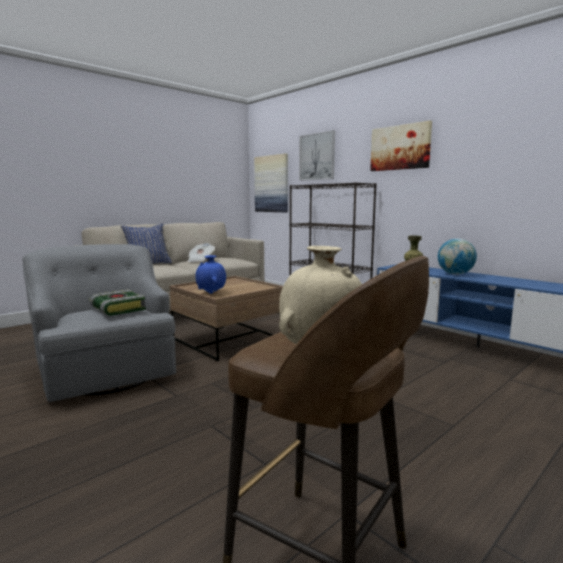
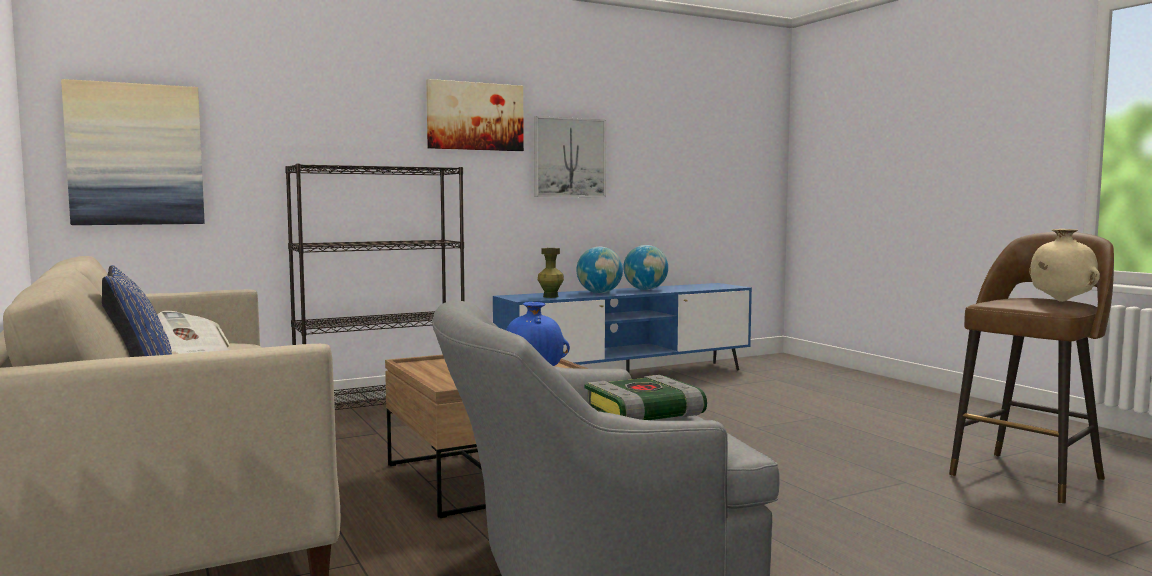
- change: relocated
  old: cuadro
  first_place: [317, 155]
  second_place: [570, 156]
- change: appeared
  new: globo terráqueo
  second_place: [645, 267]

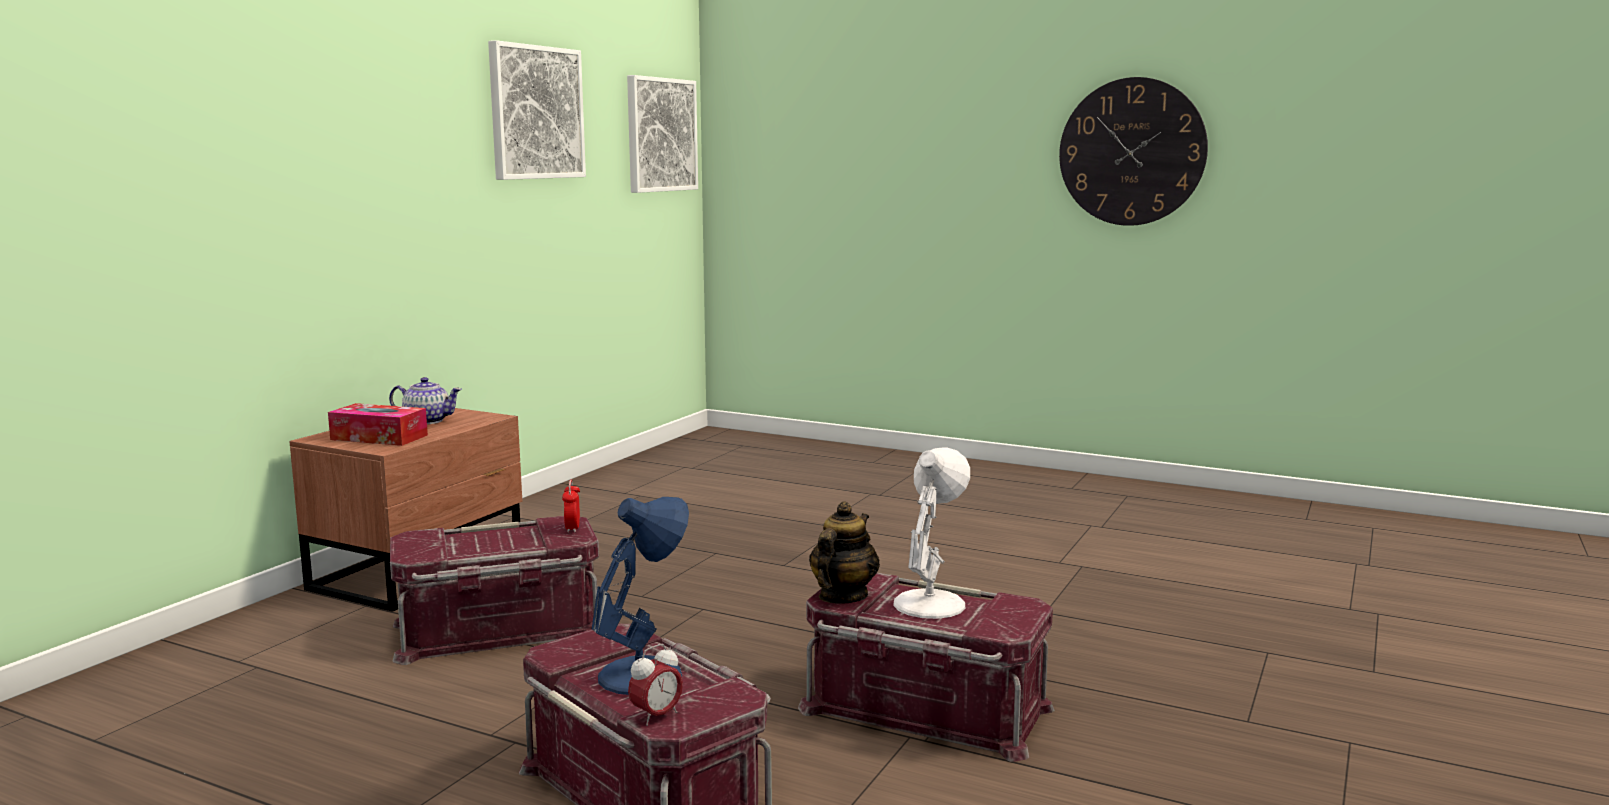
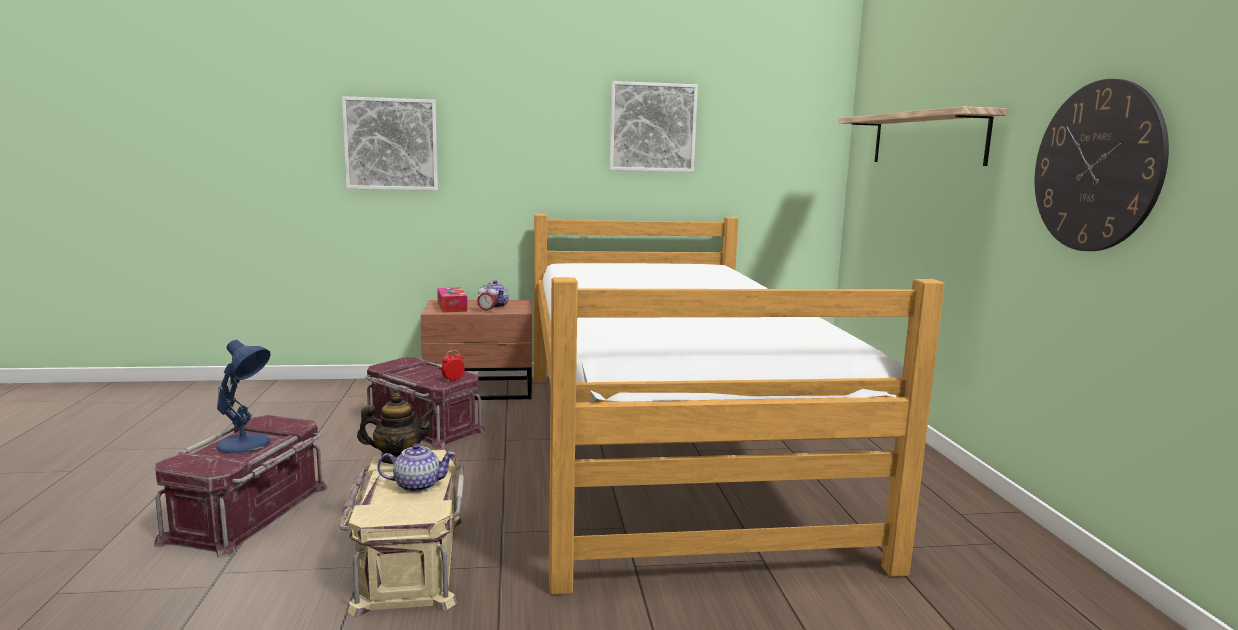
- change: colour
  old: caja de almacenaje (rojo)
  new: caja de almacenaje (beis)
  first_place: [926, 667]
  second_place: [401, 533]
- change: relocated
  old: cuadro
  first_place: [662, 134]
  second_place: [390, 143]
- change: exchanged
  old: lámpara de mesa (blanco)
  new: tetera
  first_place: [931, 533]
  second_place: [416, 467]
- change: relocated
  old: despertador
  first_place: [655, 685]
  second_place: [487, 299]
- change: appeared
  new: cama
  second_place: [739, 404]
- change: appeared
  new: estante
  second_place: [923, 136]

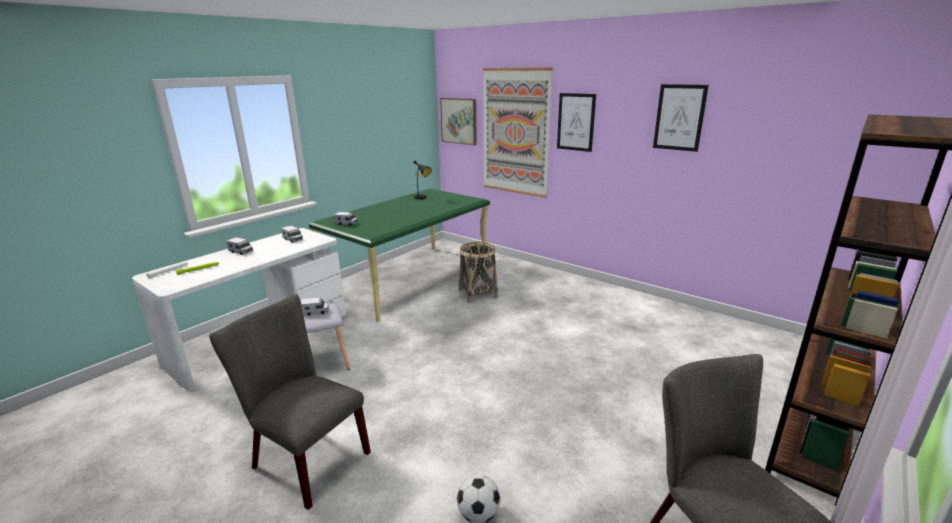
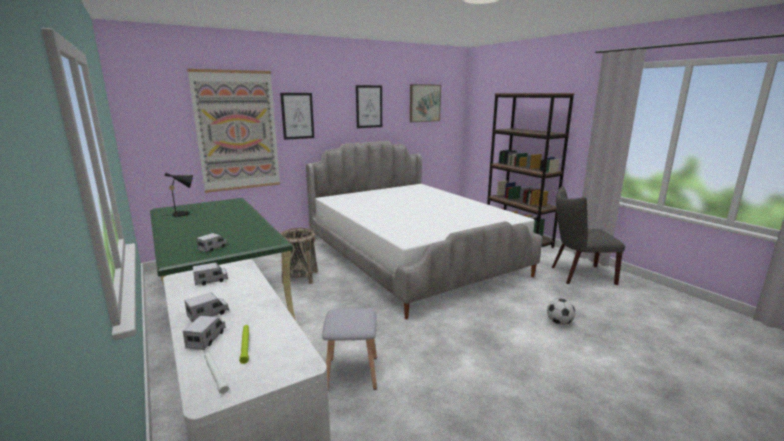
- change: relocated
  old: camión de juguete
  first_place: [315, 306]
  second_place: [204, 333]
- change: appeared
  new: cama
  second_place: [424, 230]
- change: relocated
  old: cuadro
  first_place: [458, 122]
  second_place: [425, 103]
- change: missing
  old: silla (gris)
  first_place: [290, 402]

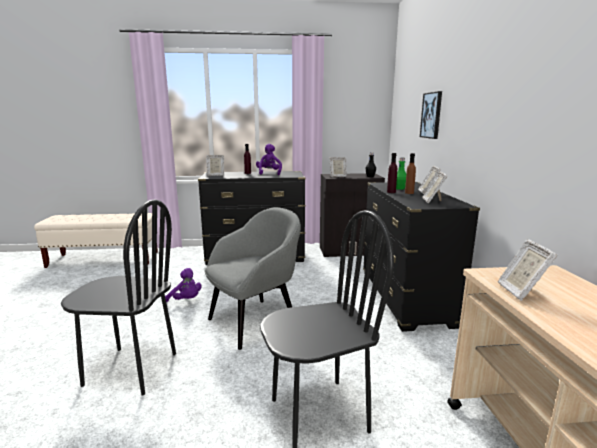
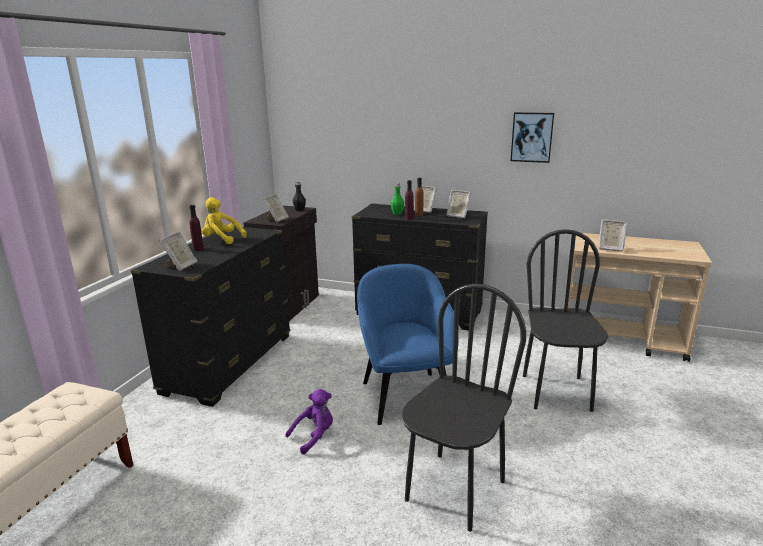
- change: colour
  old: peluche (morado)
  new: peluche (amarillo)
  first_place: [269, 159]
  second_place: [224, 220]
- change: colour
  old: sillón (gris)
  new: sillón (azul)
  first_place: [253, 278]
  second_place: [408, 344]
- change: relocated
  old: cuadro
  first_place: [431, 115]
  second_place: [532, 137]

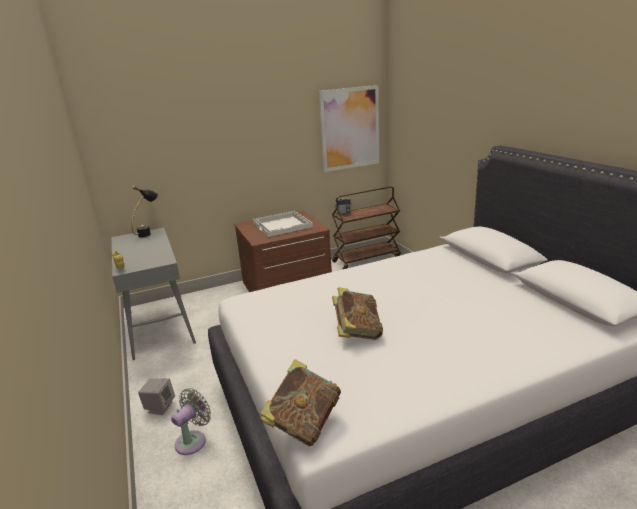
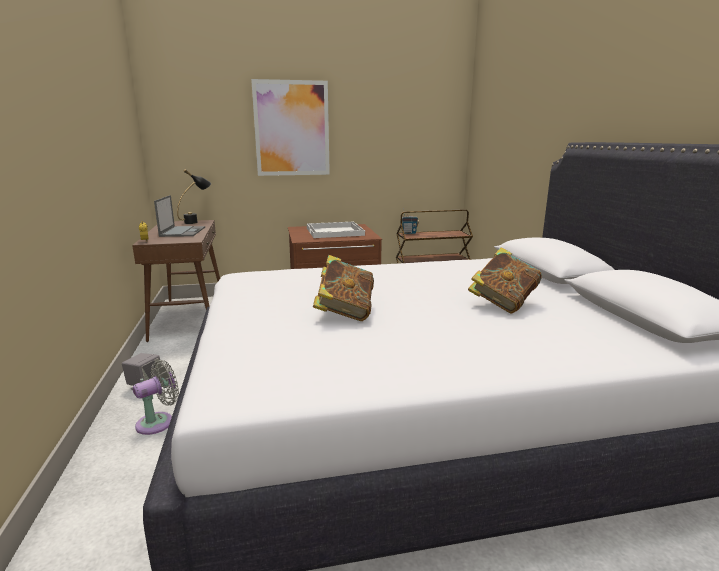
- change: colour
  old: mesa consola (gris)
  new: mesa consola (marrón)
  first_place: [153, 294]
  second_place: [176, 281]
- change: appeared
  new: portátil
  second_place: [179, 216]
- change: relocated
  old: cuadro
  first_place: [349, 128]
  second_place: [290, 127]
- change: relocated
  old: libro
  first_place: [300, 402]
  second_place: [505, 280]

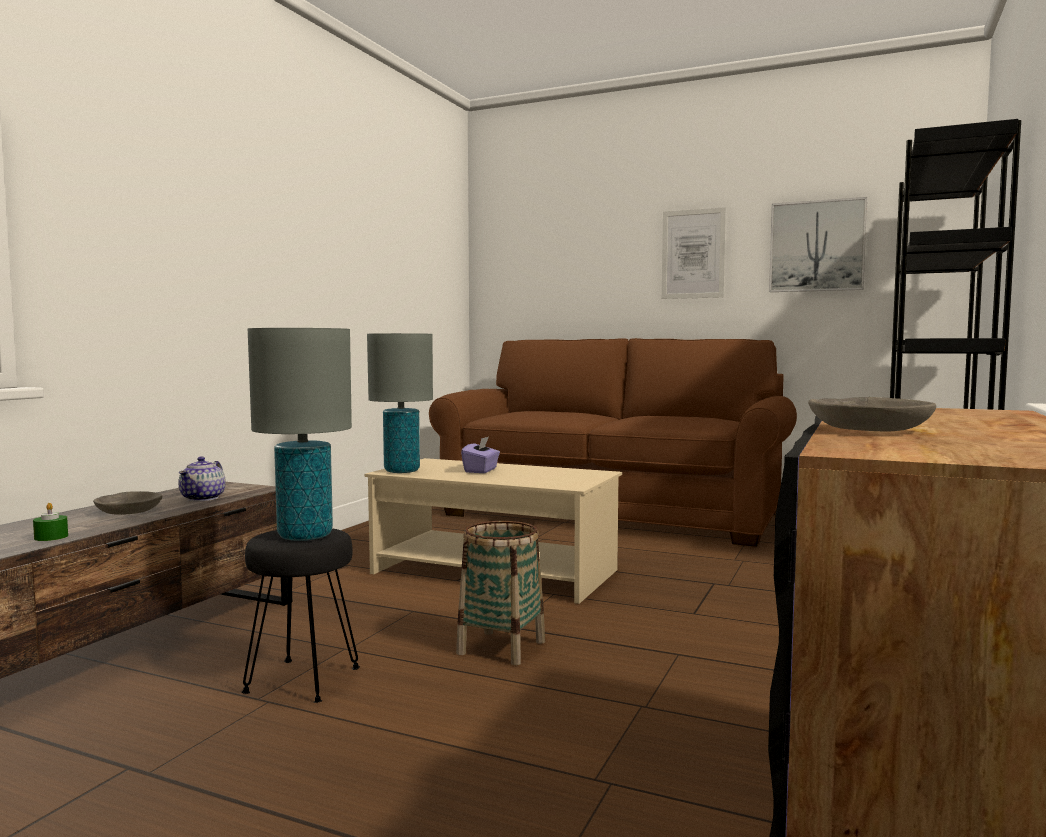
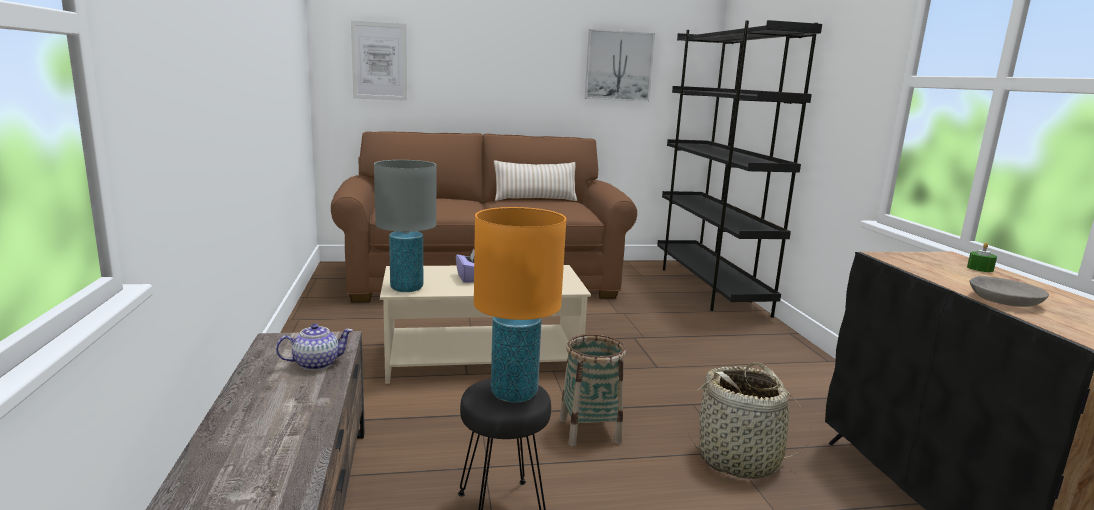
- change: spun
  old: tetera
  first_place: [201, 479]
  second_place: [314, 347]
  degrees: -90
- change: relocated
  old: cuadro
  first_place: [694, 253]
  second_place: [379, 60]
- change: colour
  old: lámpara de mesa (gris)
  new: lámpara de mesa (naranja)
  first_place: [300, 434]
  second_place: [520, 304]
- change: appeared
  new: cojín (beis)
  second_place: [535, 180]
- change: appeared
  new: cesta
  second_place: [749, 420]
- change: relocated
  old: vela (verde)
  first_place: [50, 522]
  second_place: [982, 257]
- change: missing
  old: cuenco (gris)
  first_place: [127, 503]

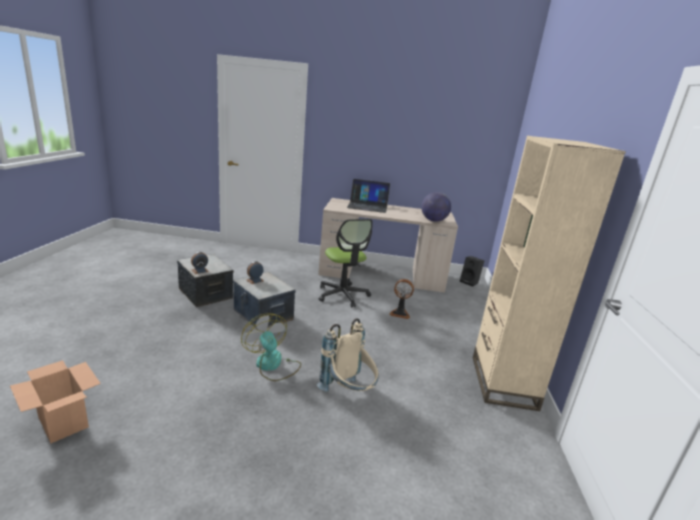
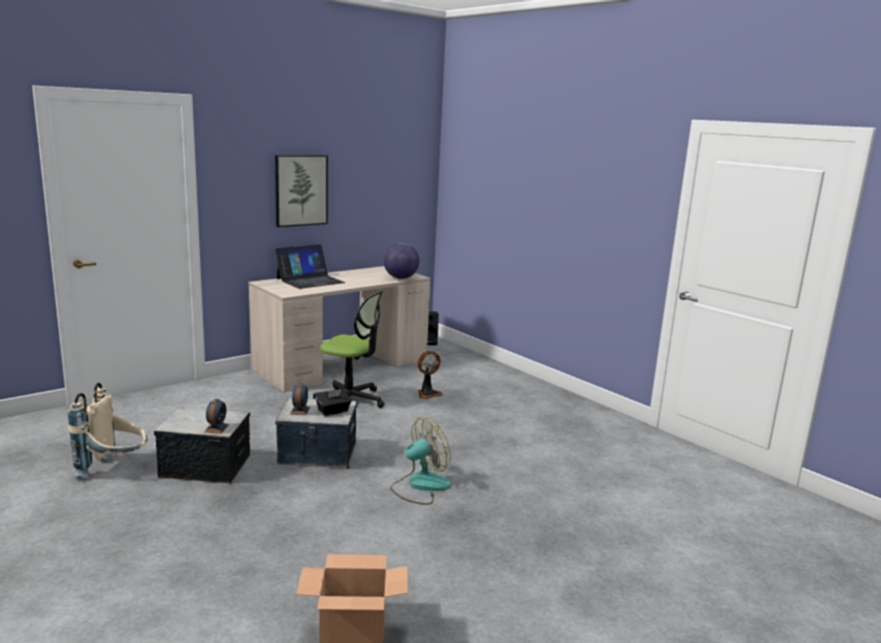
- change: relocated
  old: mochila (beis)
  first_place: [348, 355]
  second_place: [107, 429]
- change: appeared
  new: cuadro
  second_place: [301, 191]
- change: appeared
  new: caja de pañuelos (negro)
  second_place: [333, 403]
- change: spun
  old: ventilador
  first_place: [271, 347]
  second_place: [420, 461]
  degrees: 135
- change: missing
  old: estantería (beis)
  first_place: [549, 273]

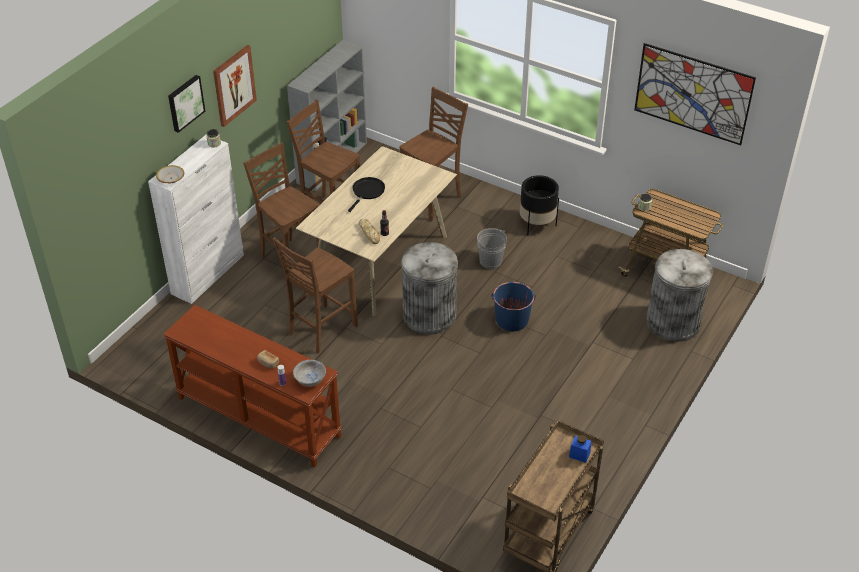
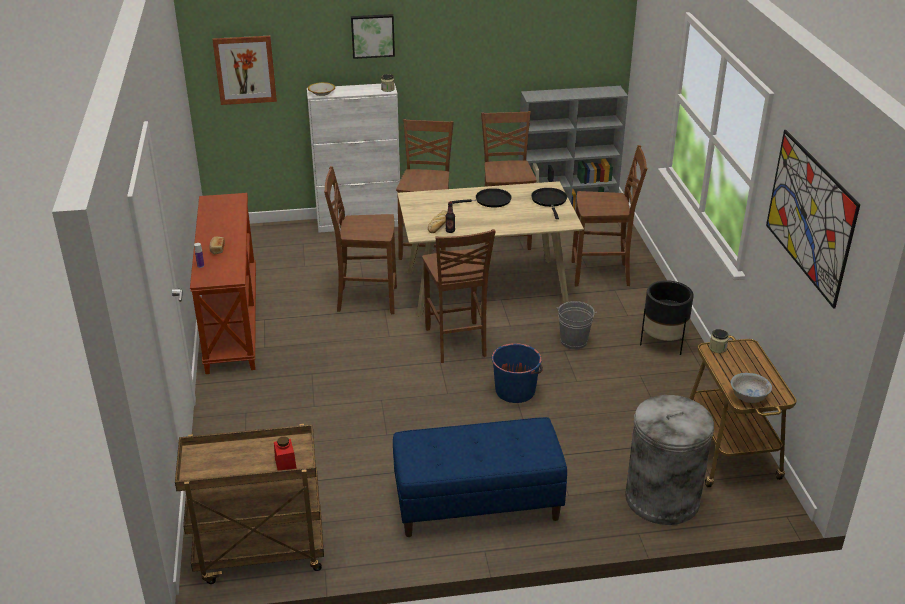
- change: relocated
  old: cuadro
  first_place: [235, 86]
  second_place: [245, 70]
- change: colour
  old: tarro (azul)
  new: tarro (rojo)
  first_place: [580, 449]
  second_place: [285, 454]
- change: appeared
  new: banco (azul)
  second_place: [480, 477]
- change: exchanged
  old: papelera (gris)
  new: silla (marrón)
  first_place: [429, 288]
  second_place: [459, 296]
- change: appeared
  new: sartén (negro)
  second_place: [549, 203]
- change: relocated
  old: cuenco (blanco)
  first_place: [309, 373]
  second_place: [751, 388]

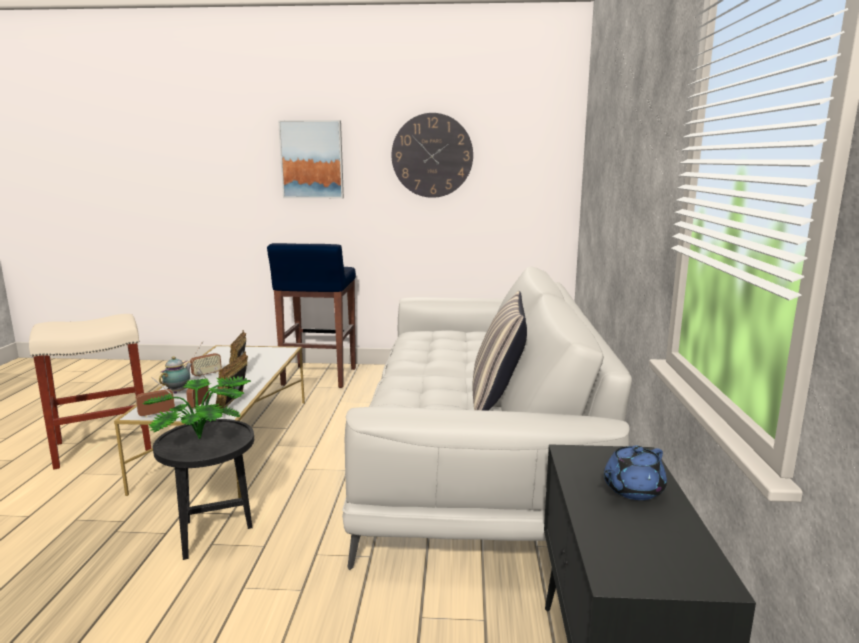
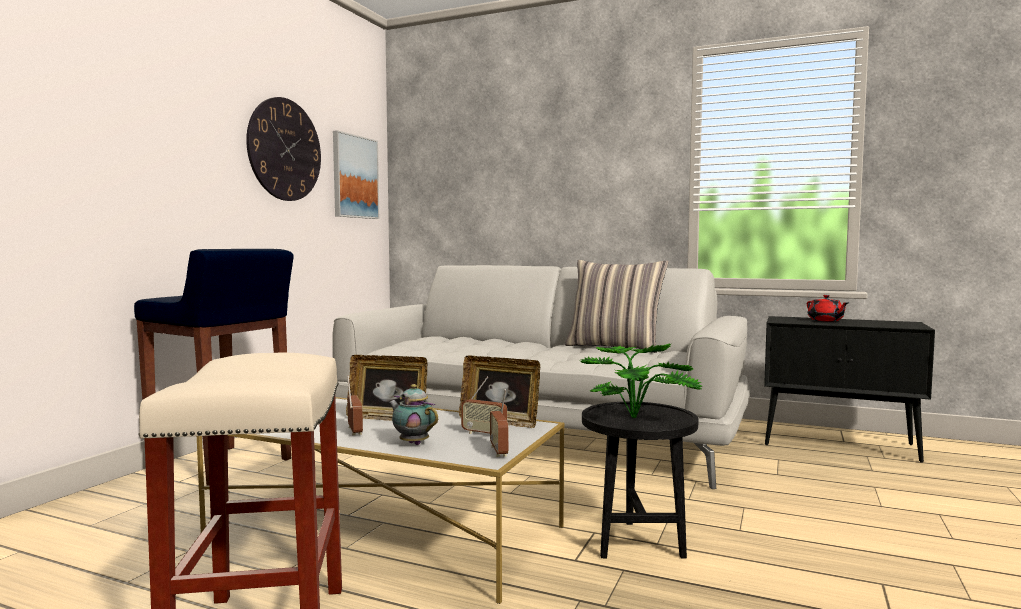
- change: relocated
  old: cuadro
  first_place: [311, 159]
  second_place: [356, 174]
- change: colour
  old: tetera (azul)
  new: tetera (rojo)
  first_place: [635, 472]
  second_place: [827, 308]

